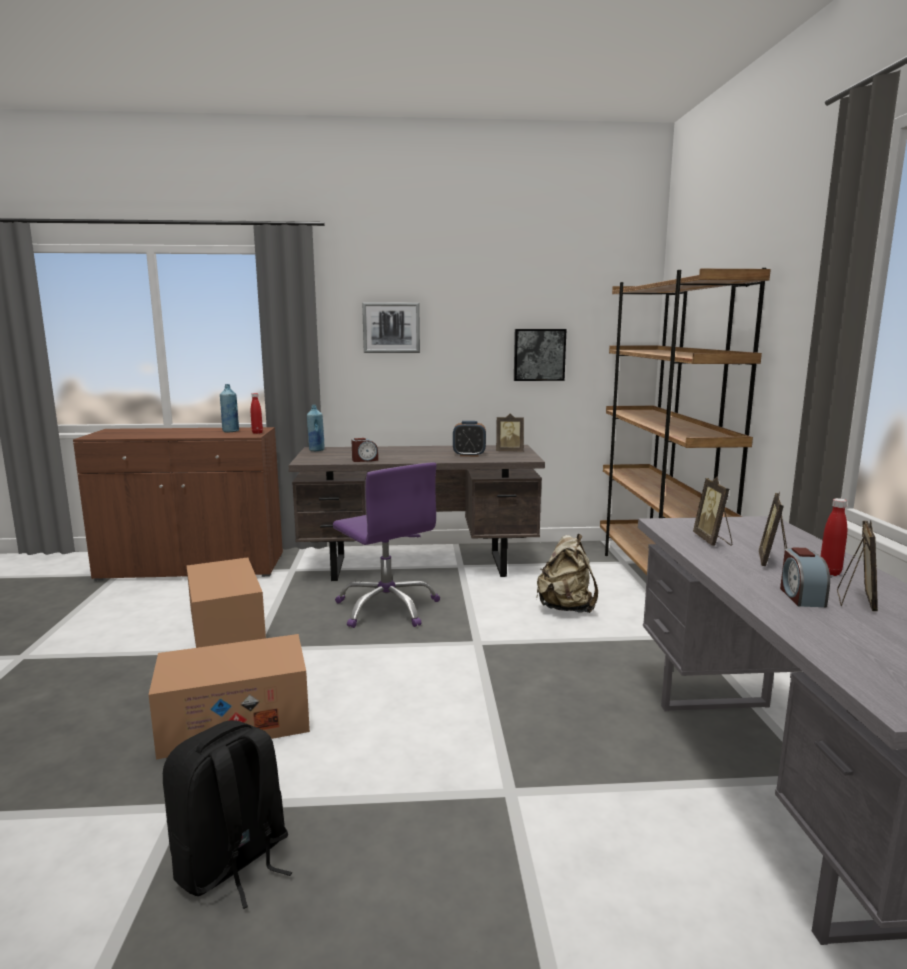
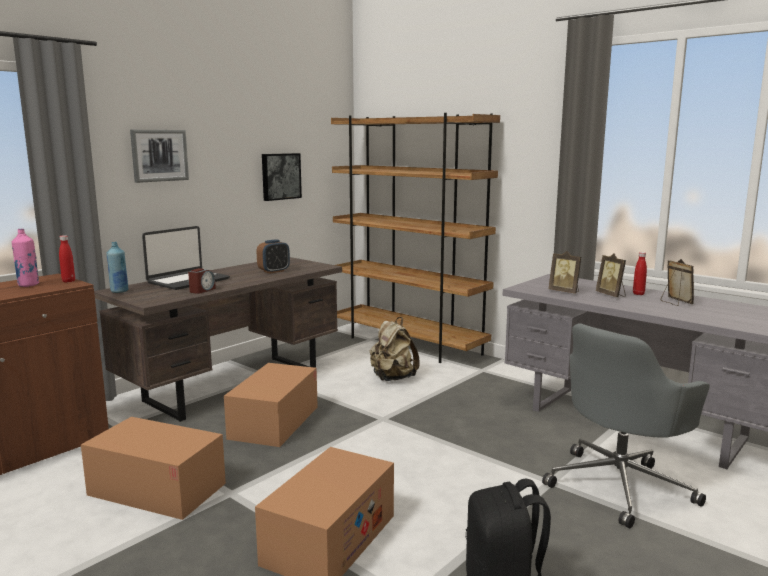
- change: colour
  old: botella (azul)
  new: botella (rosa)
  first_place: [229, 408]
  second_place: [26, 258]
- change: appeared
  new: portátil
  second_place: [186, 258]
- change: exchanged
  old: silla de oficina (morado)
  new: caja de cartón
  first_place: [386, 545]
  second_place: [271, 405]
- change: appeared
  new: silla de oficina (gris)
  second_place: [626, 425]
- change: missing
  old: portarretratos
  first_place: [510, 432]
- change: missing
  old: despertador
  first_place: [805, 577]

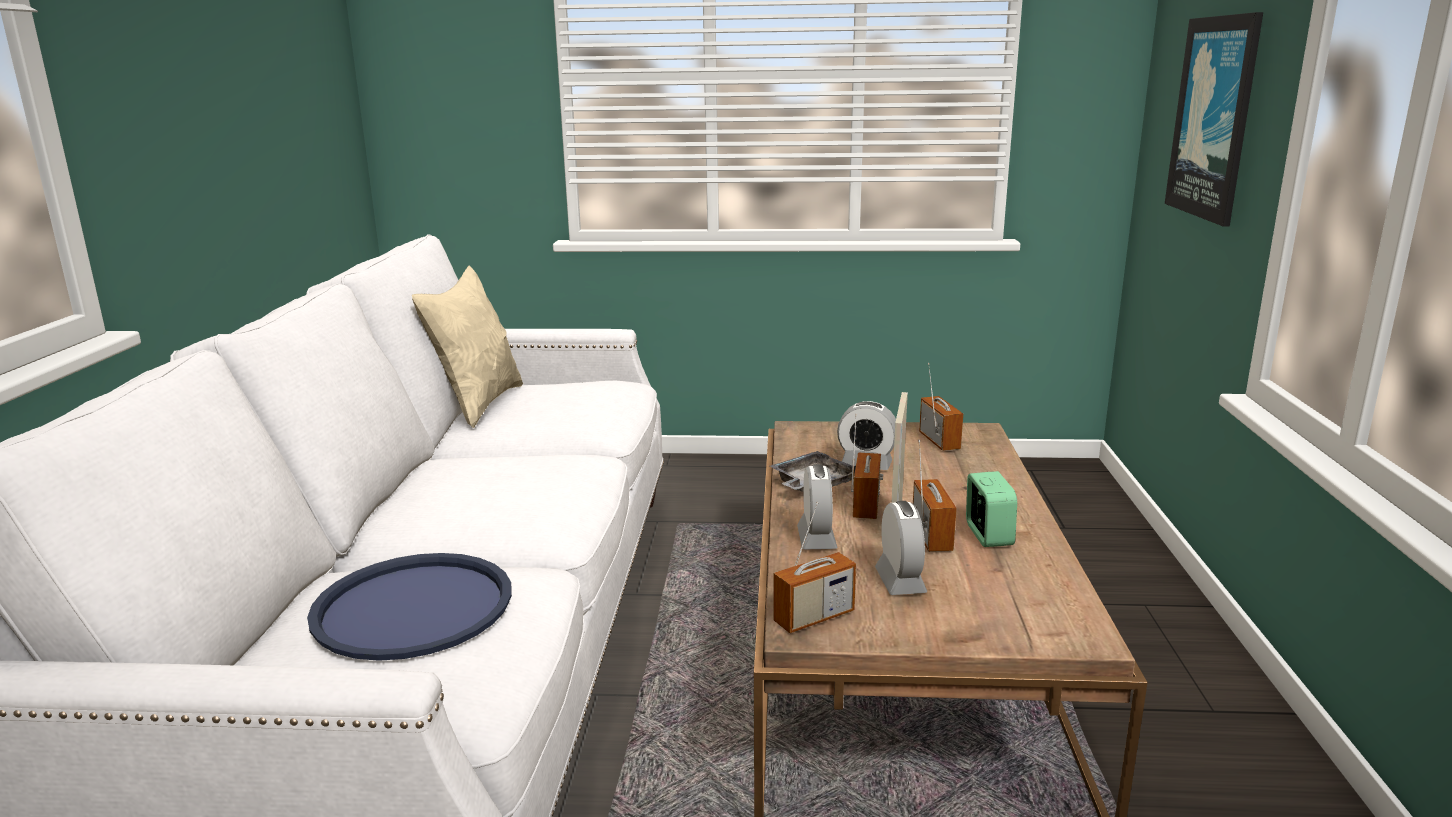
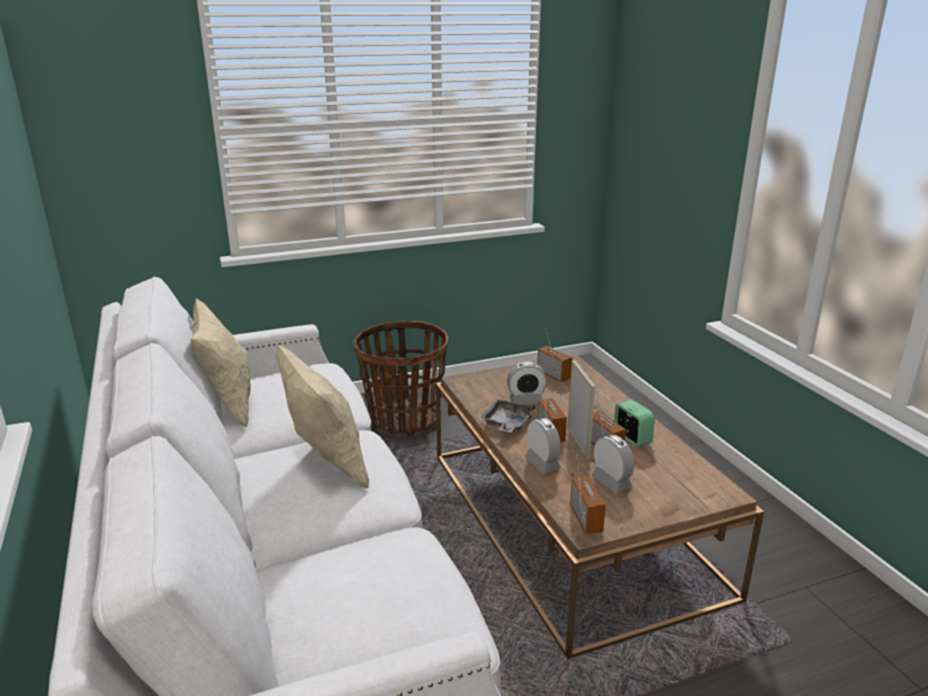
- change: appeared
  new: cojín (beis)
  second_place: [322, 416]
- change: appeared
  new: cesta
  second_place: [401, 378]
- change: spun
  old: radio
  first_place: [814, 567]
  second_place: [588, 494]
  degrees: -45
- change: missing
  old: bandeja (azul)
  first_place: [409, 607]
- change: missing
  old: cuadro
  first_place: [1214, 119]

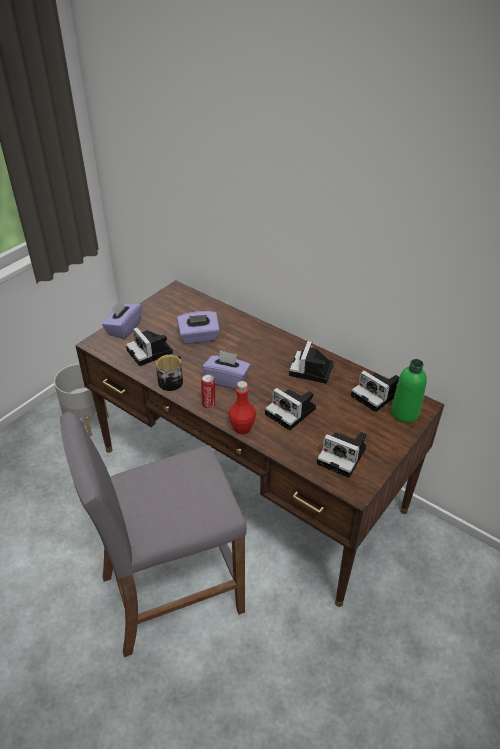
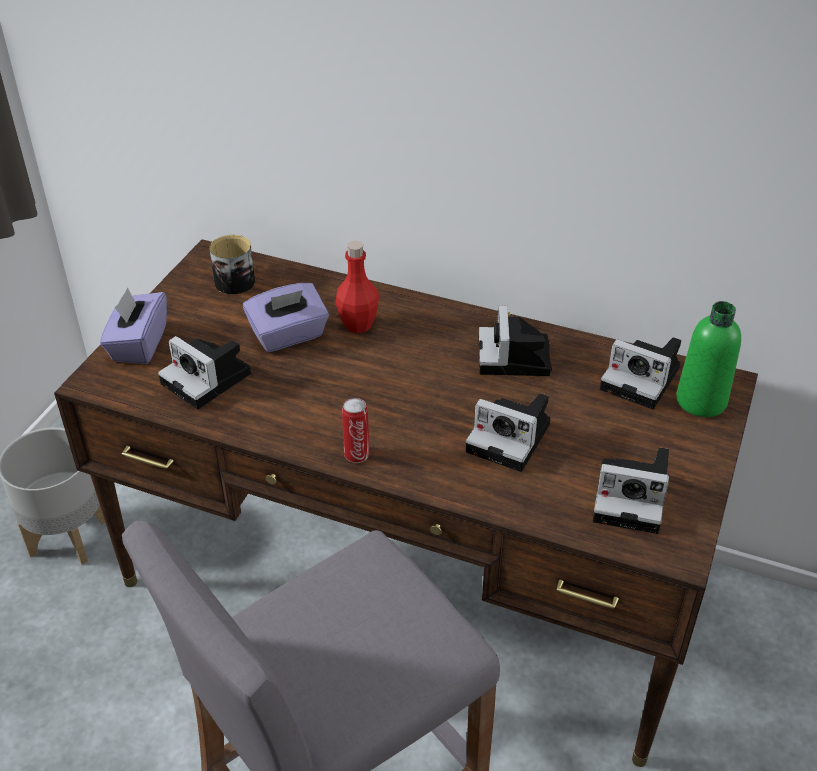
- change: relocated
  old: taza grande
  first_place: [169, 373]
  second_place: [232, 265]
- change: relocated
  old: botella (rojo)
  first_place: [242, 407]
  second_place: [357, 287]
- change: missing
  old: caja de pañuelos (morado)
  first_place: [226, 370]

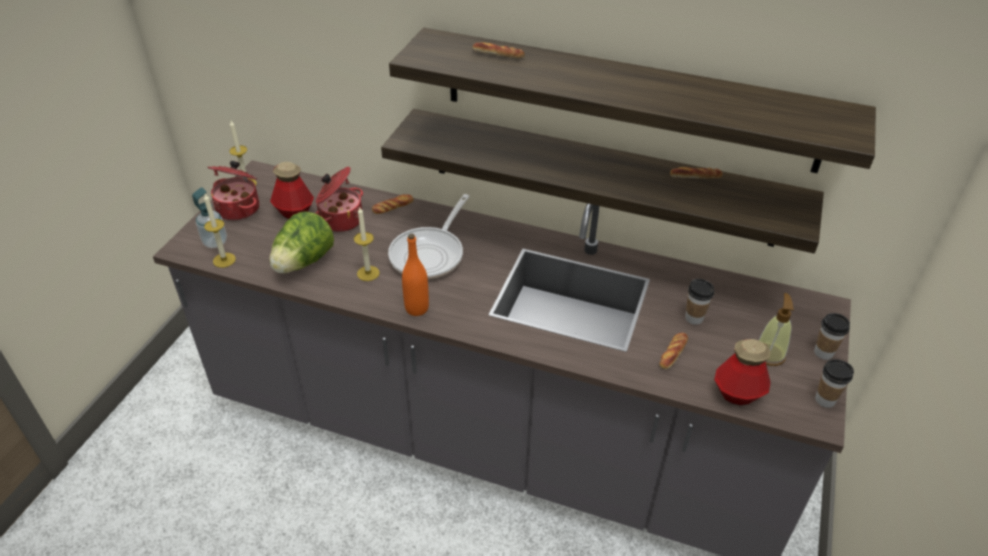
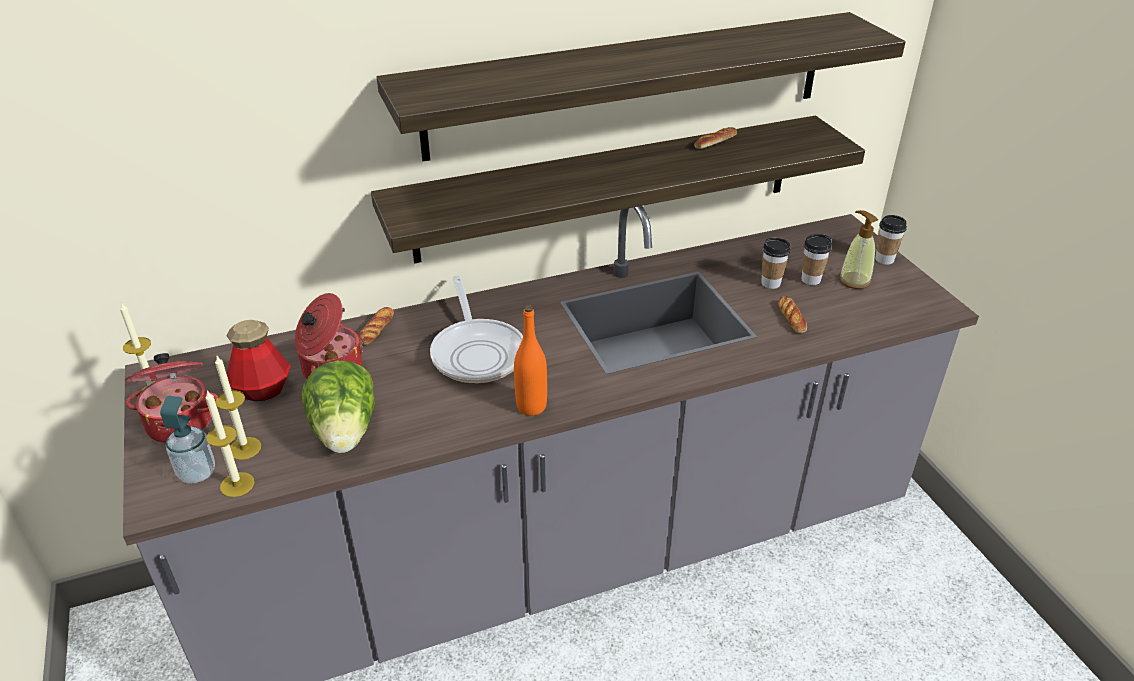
- change: relocated
  old: vela
  first_place: [367, 243]
  second_place: [238, 408]
- change: relocated
  old: taza
  first_place: [834, 383]
  second_place: [817, 259]
- change: missing
  old: pan
  first_place: [498, 50]
- change: missing
  old: botella
  first_place: [742, 372]

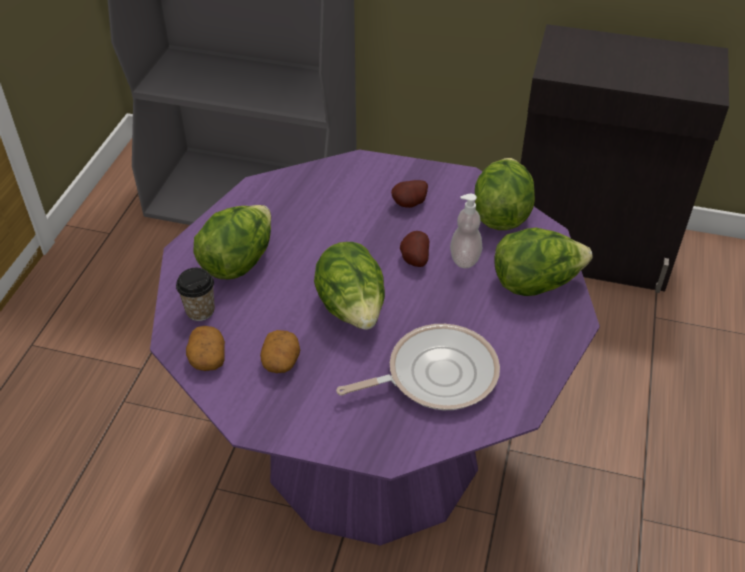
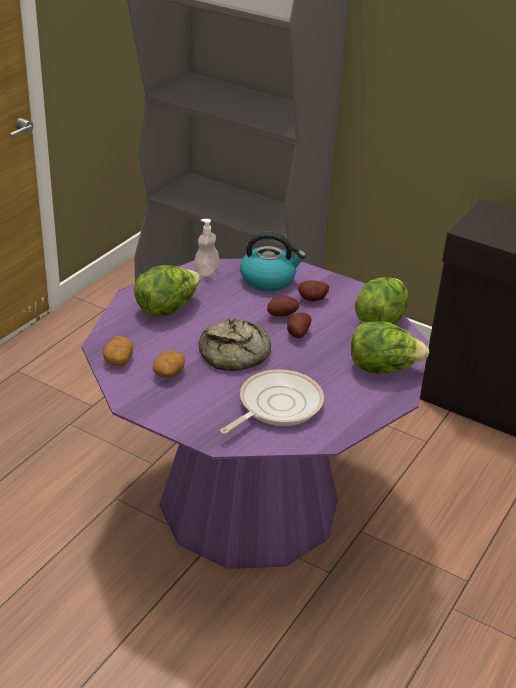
- change: relocated
  old: dispensador de jabón
  first_place: [466, 231]
  second_place: [206, 248]
- change: exchanged
  old: lechuga
  new: pan
  first_place: [349, 286]
  second_place: [234, 345]
- change: spun
  old: sartén
  first_place: [418, 367]
  second_place: [272, 401]
  degrees: -45
- change: appeared
  new: hervidor
  second_place: [273, 261]
- change: appeared
  new: patata
  second_place: [283, 306]
- change: missing
  old: taza
  first_place: [195, 294]

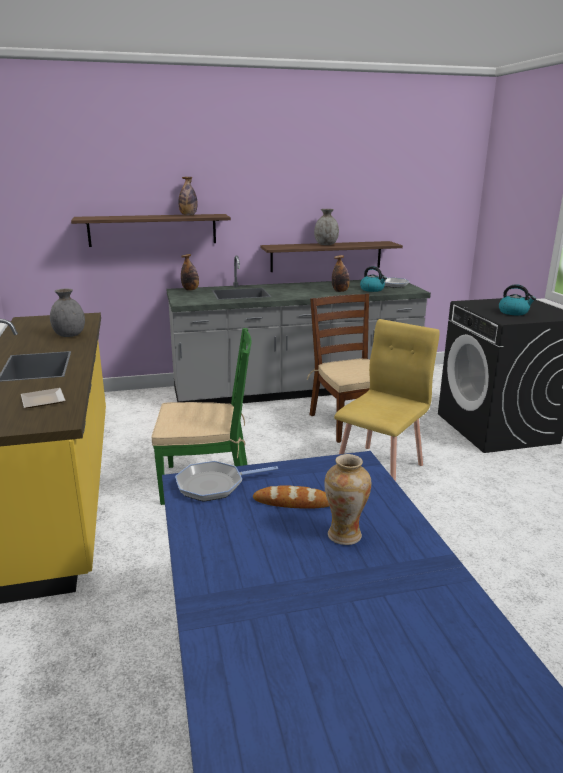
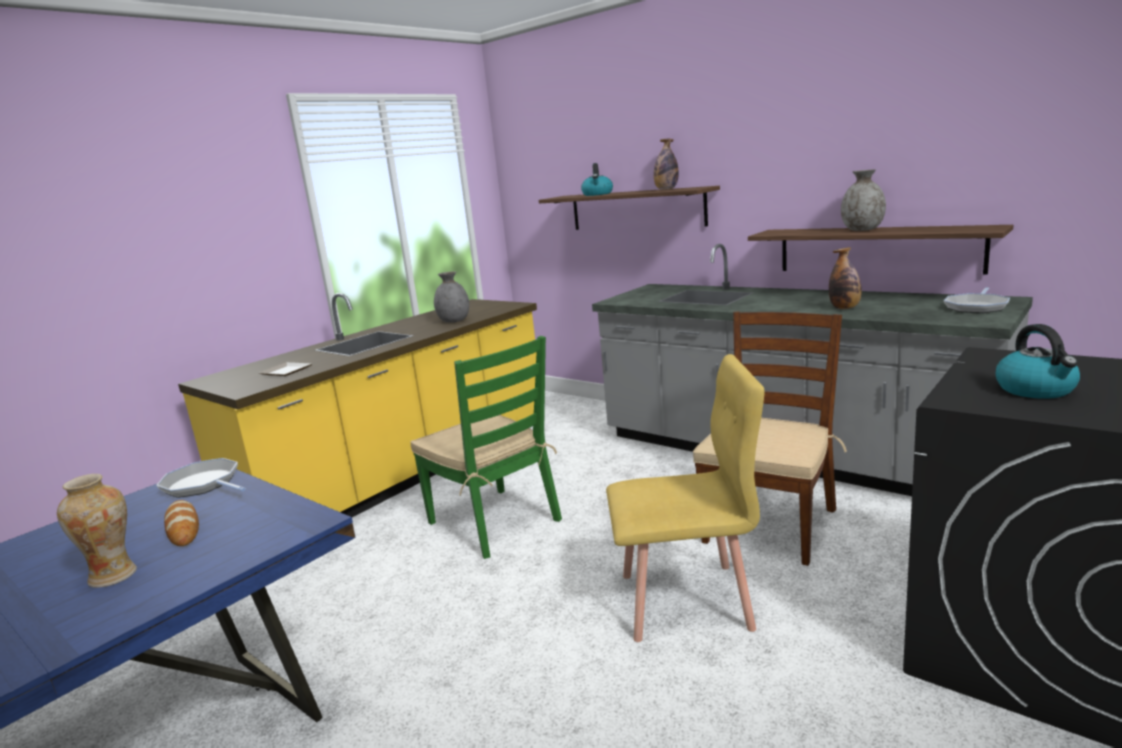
- change: relocated
  old: hervidor
  first_place: [373, 279]
  second_place: [597, 179]
- change: missing
  old: botella
  first_place: [190, 272]

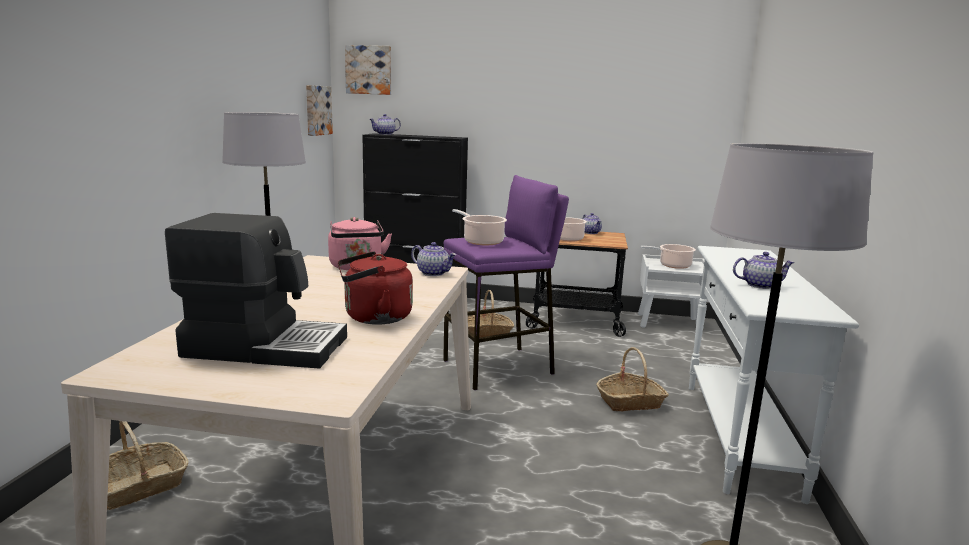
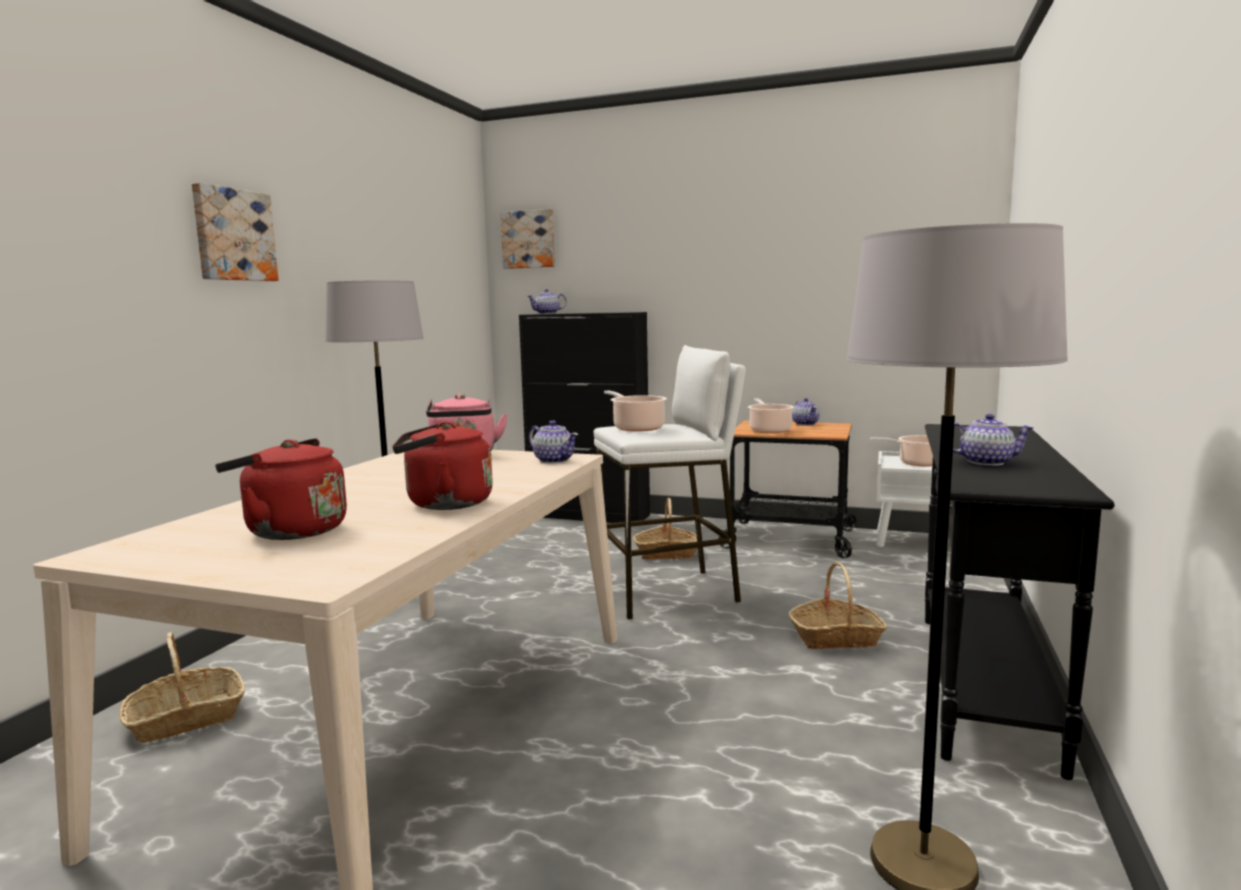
- change: relocated
  old: cuadro
  first_place: [319, 110]
  second_place: [235, 232]
- change: exchanged
  old: cafetera
  new: hervidor (rojo)
  first_place: [256, 291]
  second_place: [281, 489]
- change: colour
  old: taburete (morado)
  new: taburete (blanco)
  first_place: [506, 282]
  second_place: [670, 482]
- change: colour
  old: mesa consola (blanco)
  new: mesa consola (negro)
  first_place: [774, 375]
  second_place: [1020, 602]

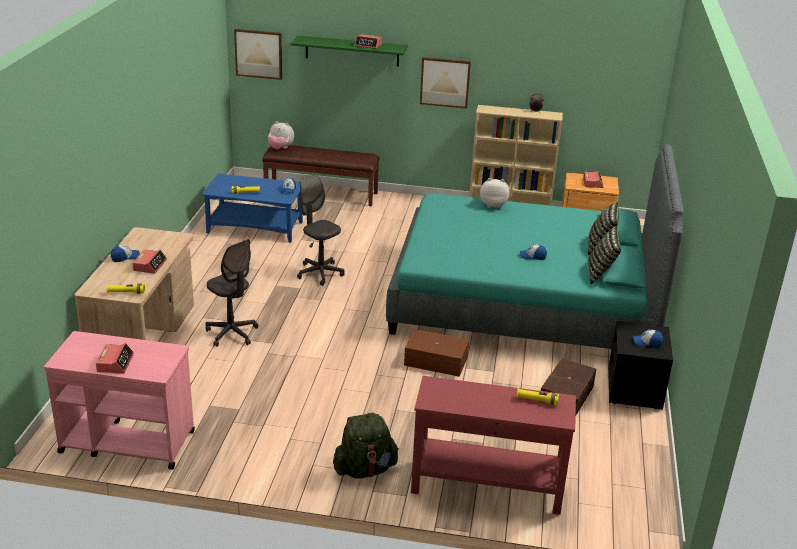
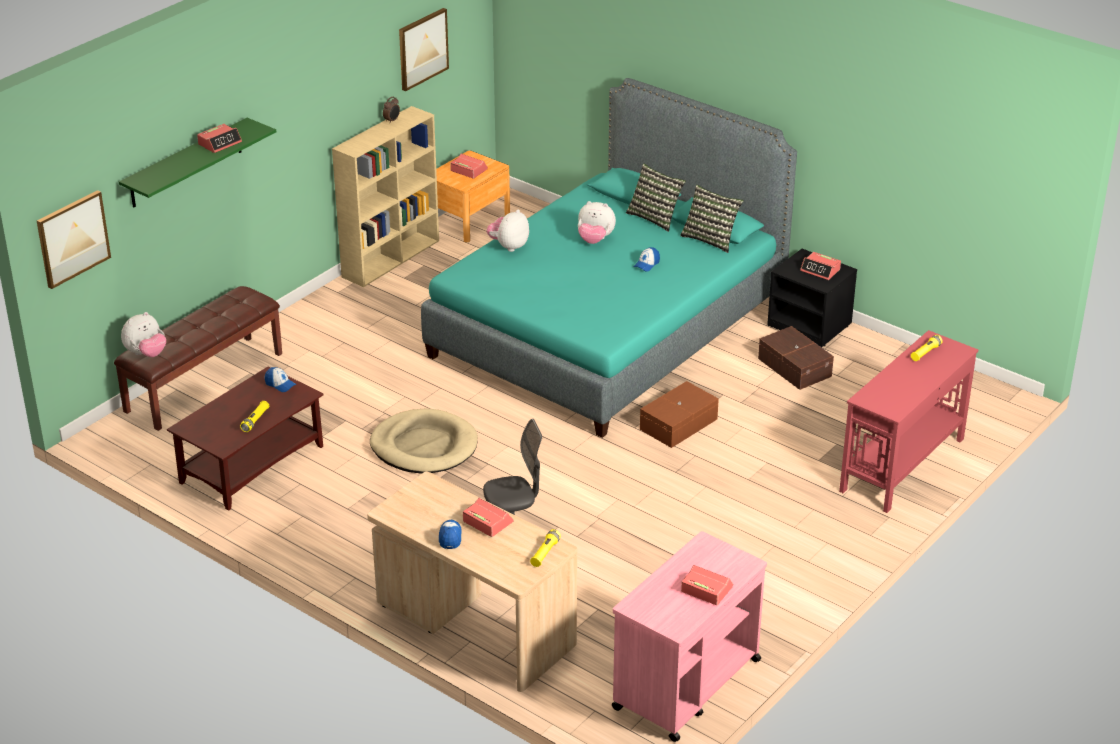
- change: colour
  old: mesa de centro (azul)
  new: mesa de centro (marrón)
  first_place: [252, 208]
  second_place: [245, 438]
- change: exchanged
  old: silla de oficina (gris)
  new: cama para perro (beis)
  first_place: [321, 230]
  second_place: [424, 441]
- change: relocated
  old: cuadro
  first_place: [445, 83]
  second_place: [424, 49]
- change: appeared
  new: peluche
  second_place: [597, 222]
- change: exchanged
  old: gorra
  new: despertador
  first_place: [648, 338]
  second_place: [820, 266]
- change: missing
  old: mochila (verde)
  first_place: [366, 445]

